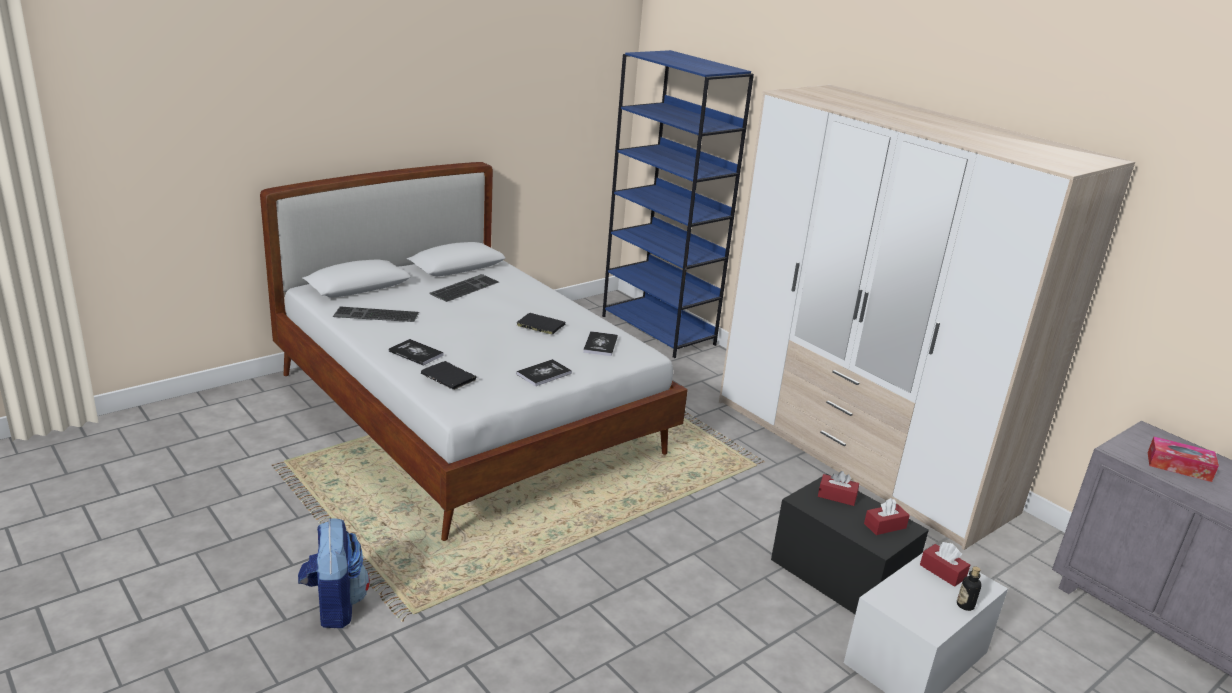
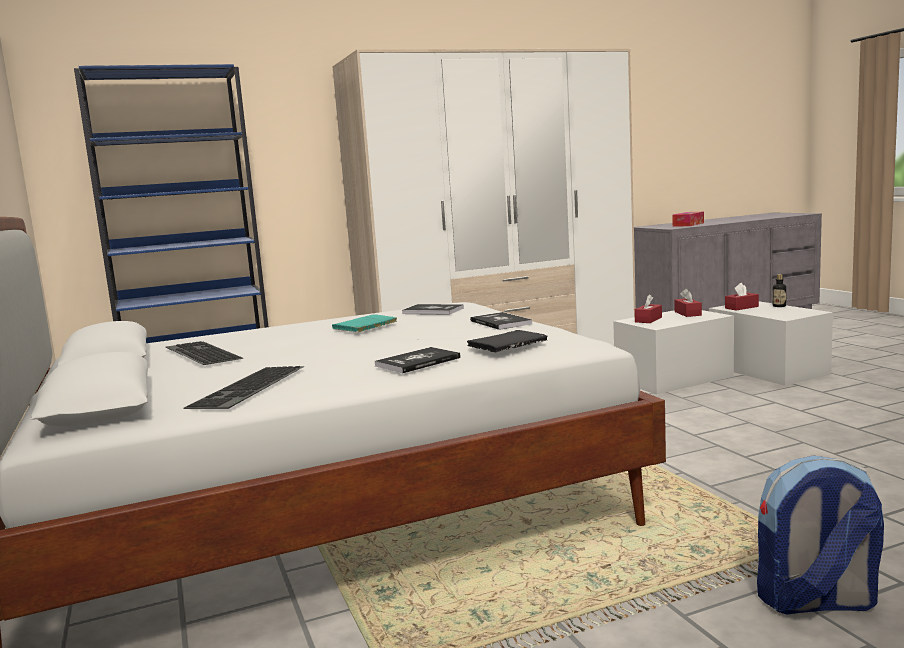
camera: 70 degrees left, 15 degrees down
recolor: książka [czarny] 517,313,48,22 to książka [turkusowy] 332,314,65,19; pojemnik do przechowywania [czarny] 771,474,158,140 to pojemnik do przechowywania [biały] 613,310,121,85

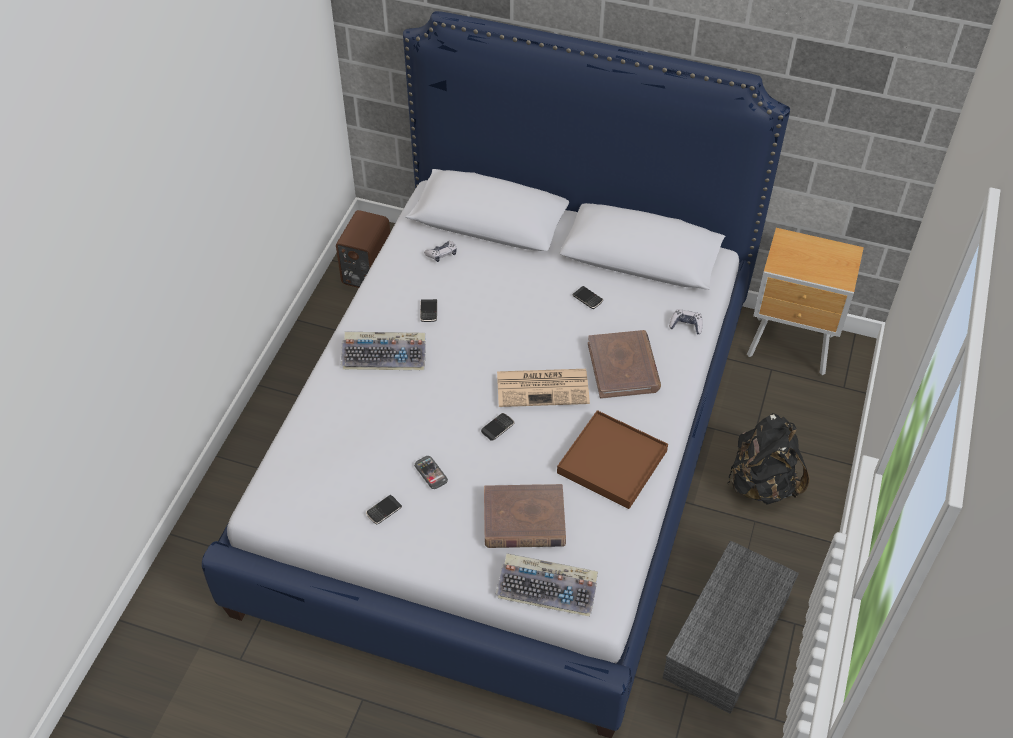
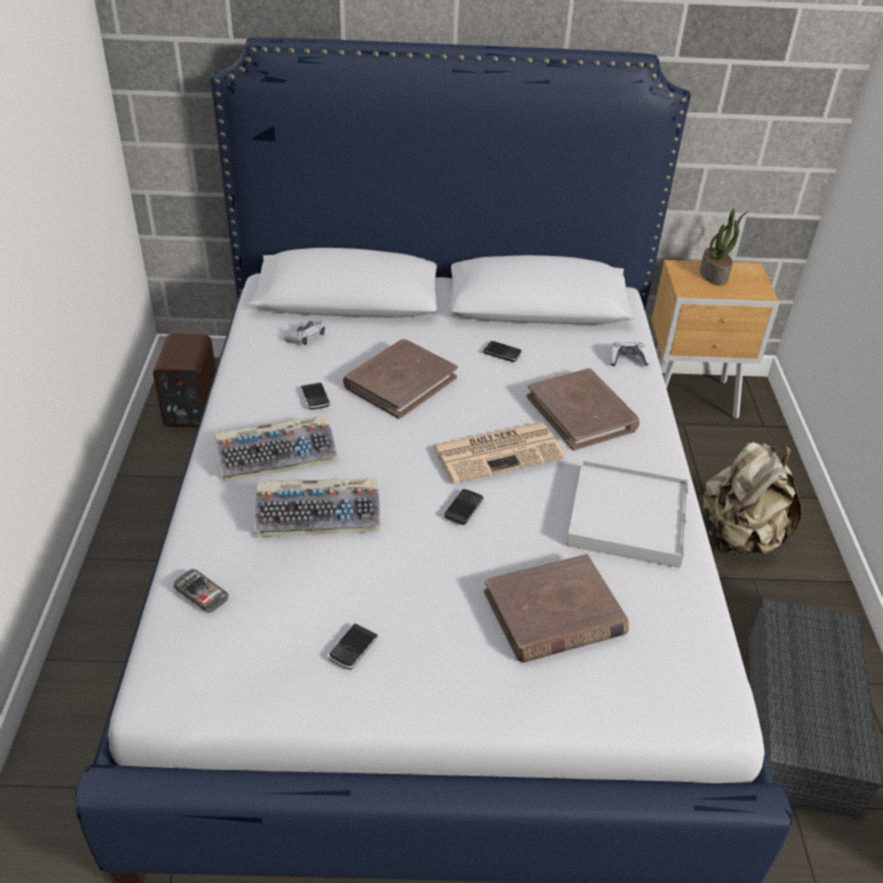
camera: 20 degrees left, 10 degrees down
insert: książka [brązowy] 343,339,115,80; roślina doniczkowa 700,208,49,78
move: telefon 414,456,34,33 to 173,569,56,43; klawiatura 496,553,102,64 to 254,478,126,59
recolor: taca [brązowy] 557,410,111,99 to taca [biały] 566,460,123,108; plecak [czarny] 728,413,82,92 to plecak [beżowy] 703,442,99,113

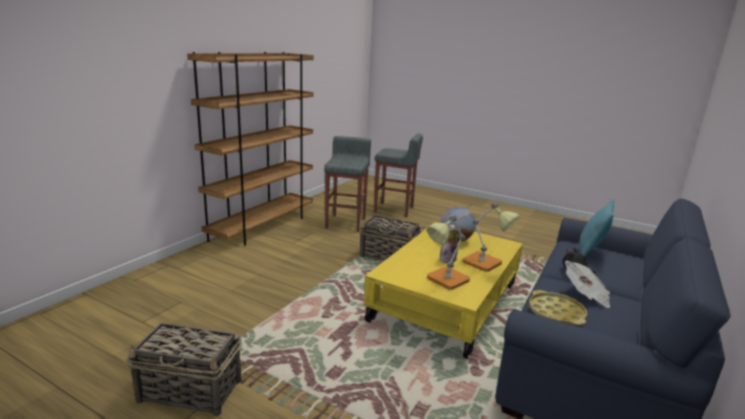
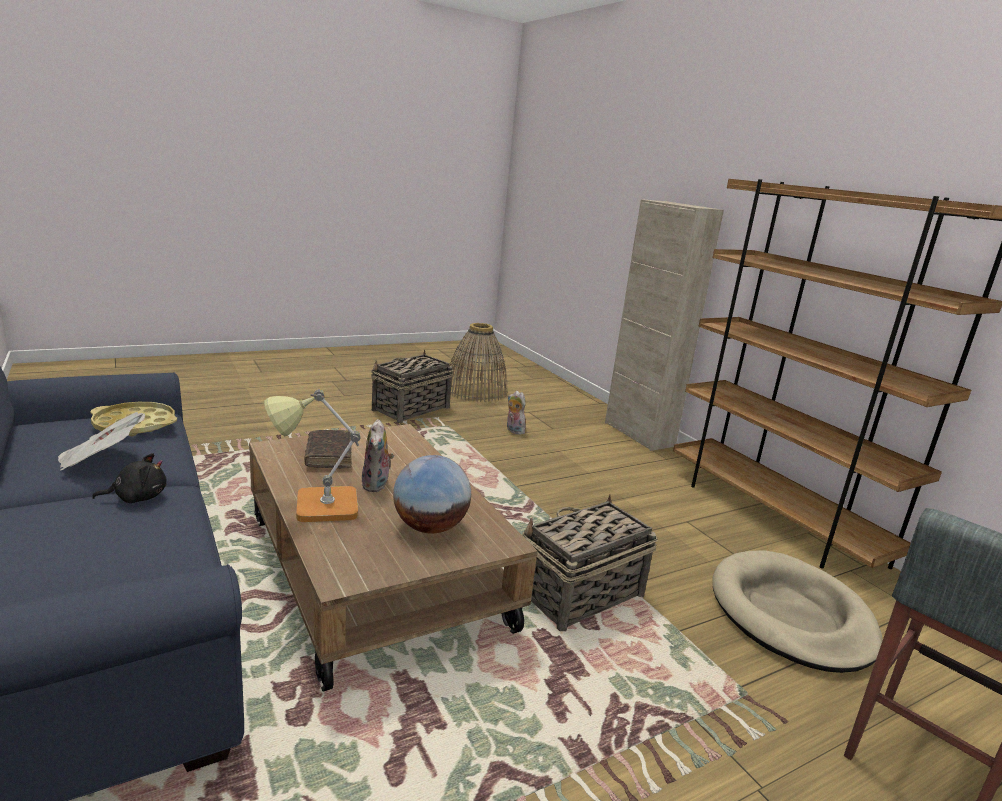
camera: 120 degrees right, 0 degrees up
delete: poduszka [turkusowy] 580,199,34,58
insert: koszyk 449,323,58,79; pluszak 507,391,19,44; szafka [beżowy] 605,199,119,252
replace: lampa stołowa 427,215,43,75 to książka [brązowy] 304,430,48,38; stołek [szary] 324,136,47,96 to legowisko [beżowy] 713,550,170,123
recolor: ława [żółty] 364,222,159,137 to ława [brązowy] 249,424,289,268

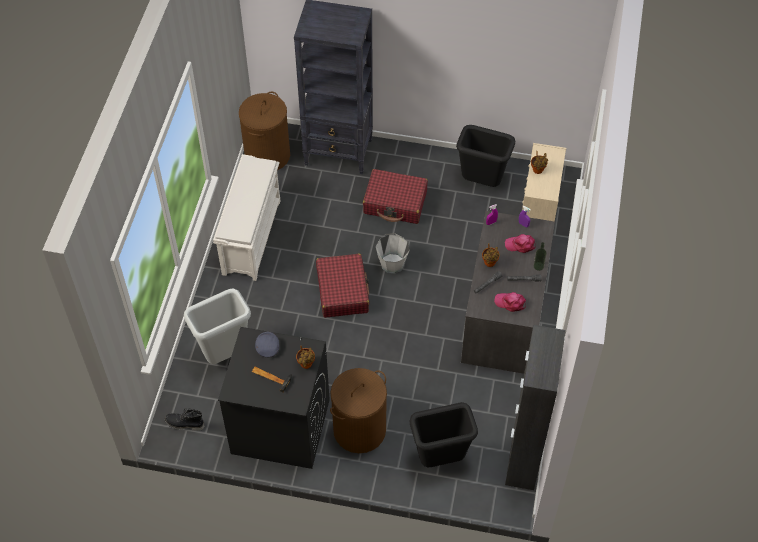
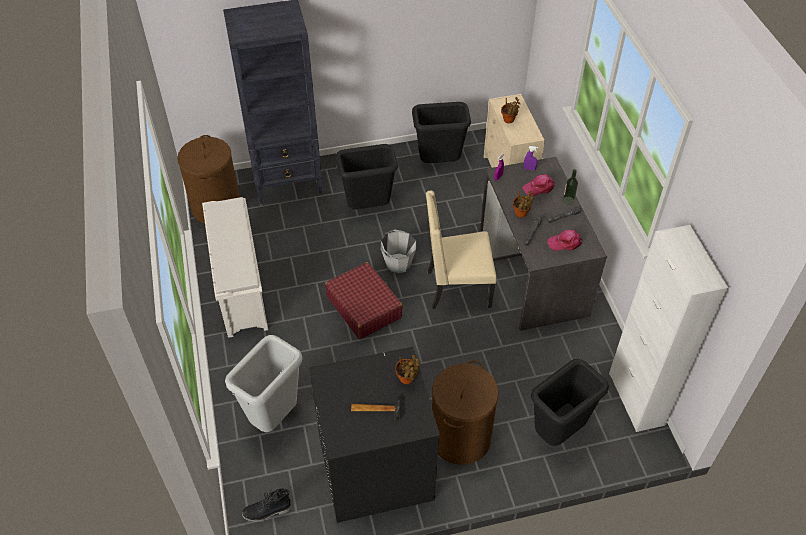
camera: 25 degrees left, 5 degrees down
delete: czapka z daszkiem [szary] 255,331,25,26
insert: krzesło [beżowy] 426,191,71,118
replace: walizka [czerwony] 363,169,65,55 to kosz na śmieci [czarny] 335,144,63,65
recolor: szafka [czarny] 505,325,61,165 to szafka [biały] 609,225,119,207

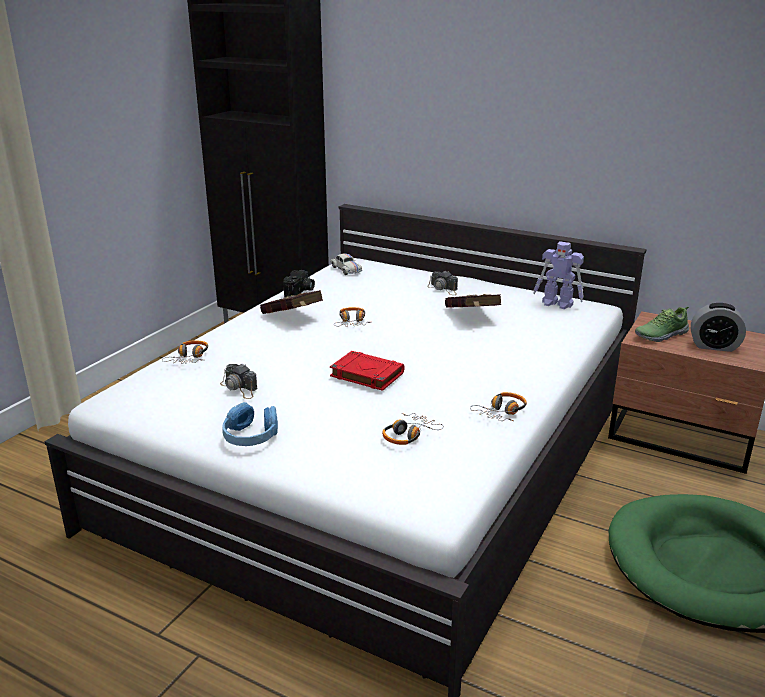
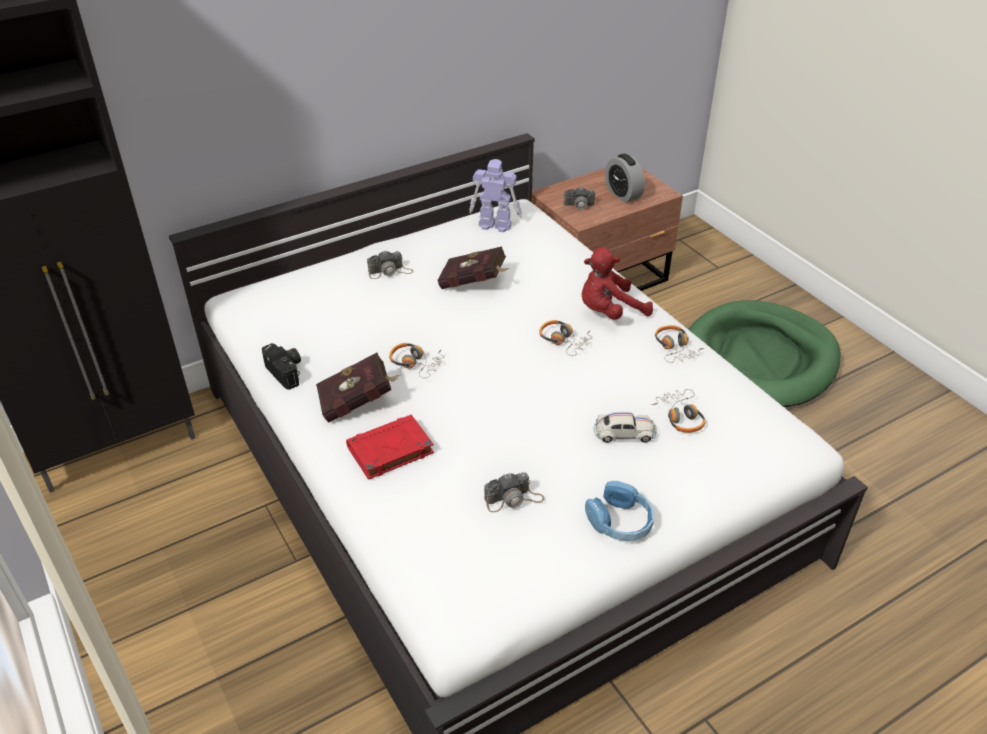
camera: 60 degrees left, 15 degrees up
insert: pluszak [czerwony] 581,247,72,73
move: książka [czerwony] 330,351,74,40 to 346,415,88,65; słuchawki 162,340,46,23 to 539,320,53,36; samochodzik [biały] 330,253,32,22 to 594,412,63,31
replace: but 635,307,54,35 to aparat fotograficzny 563,187,39,24
rotate: robot zabawkowy 533,241,51,68 = 469,159,53,73 135 degrees counterclockwise; budzik 691,303,55,49 = 605,154,40,49 105 degrees clockwise

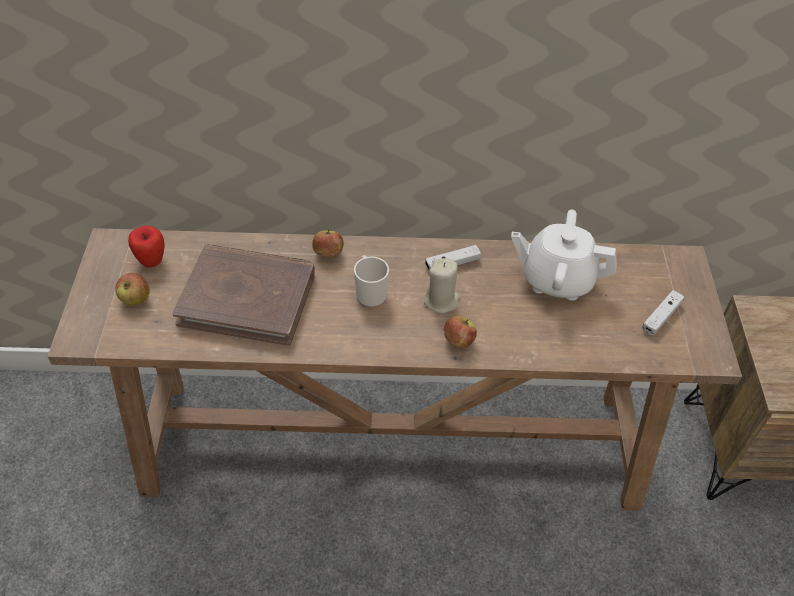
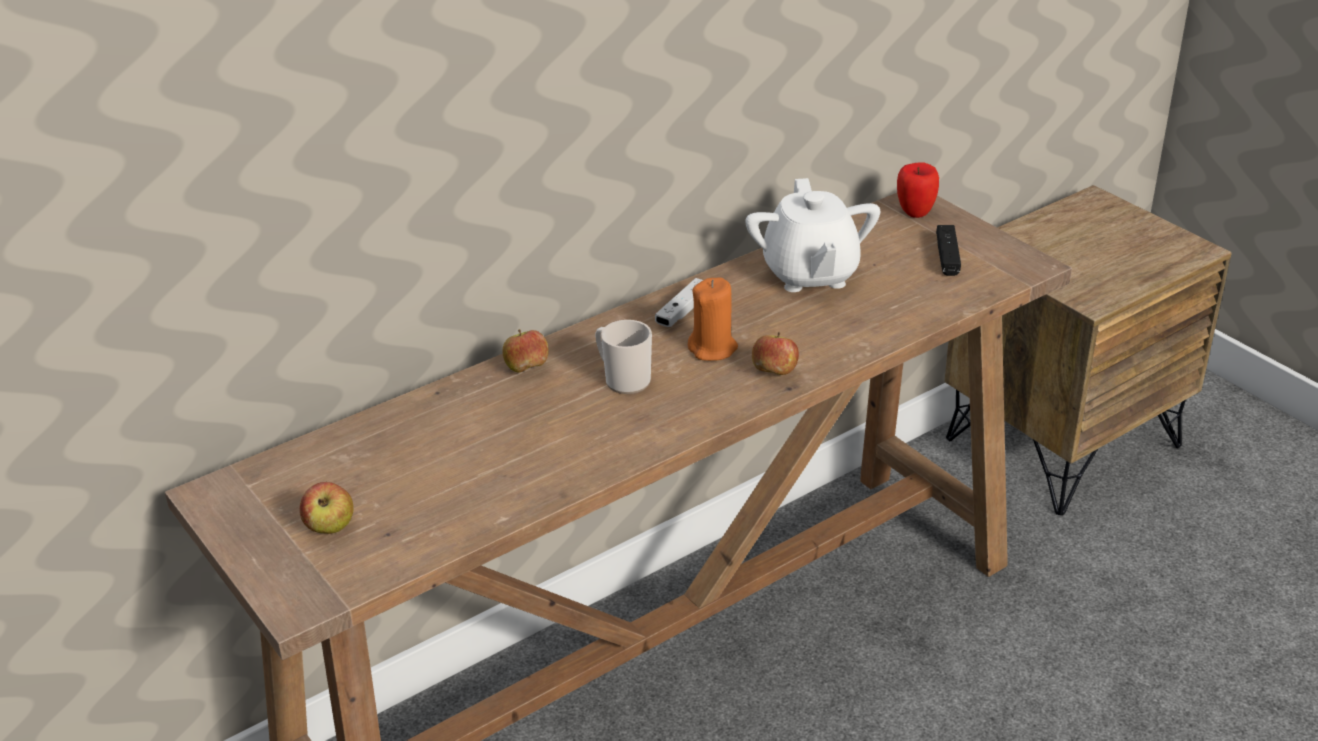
camera: 35 degrees left, 15 degrees down
delete: książka [brązowy] 172,244,143,102
move: jabłko 128,225,37,42 to 897,162,42,56
recolor: świeca [beżowy] 424,258,35,55 to świeca [pomarańczowy] 688,277,50,84; pad do gier [biały] 642,290,42,46 to pad do gier [czarny] 936,225,25,51
rotate: imbryk [biały] 511,209,106,92 = 745,178,135,114 75 degrees counterclockwise

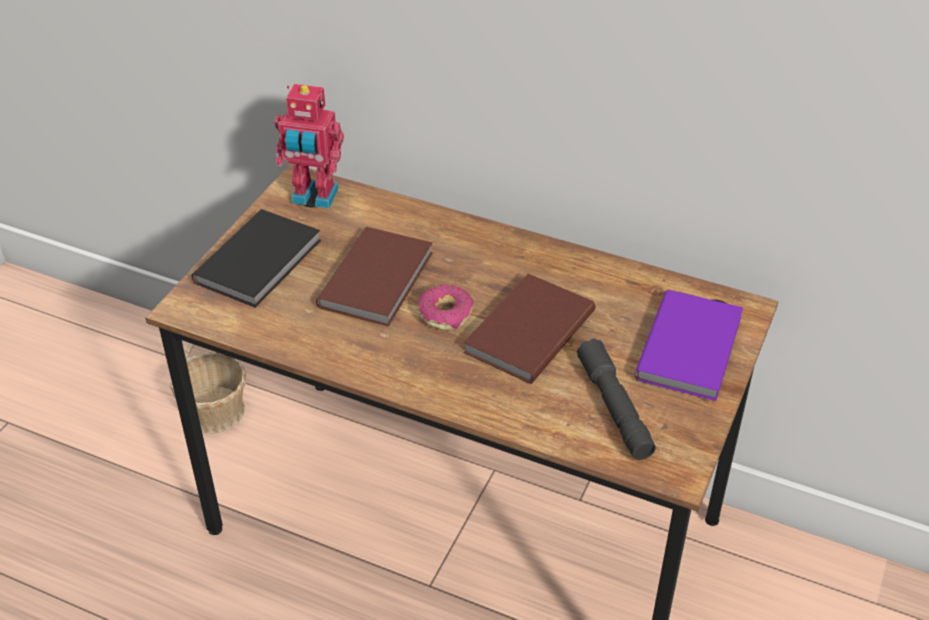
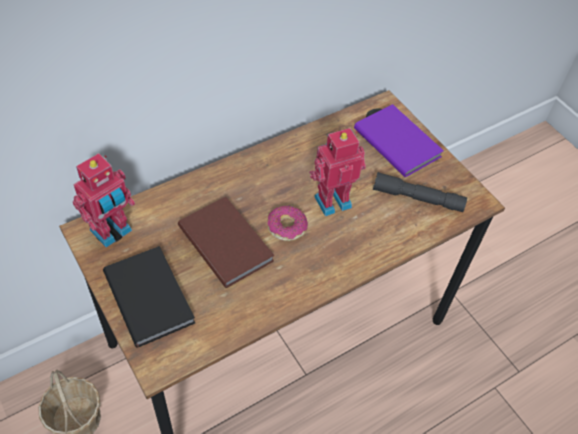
camera: 60 degrees left, 10 degrees up
replace: książka [brązowy] 463,274,132,110 to robot zabawkowy 309,128,57,88

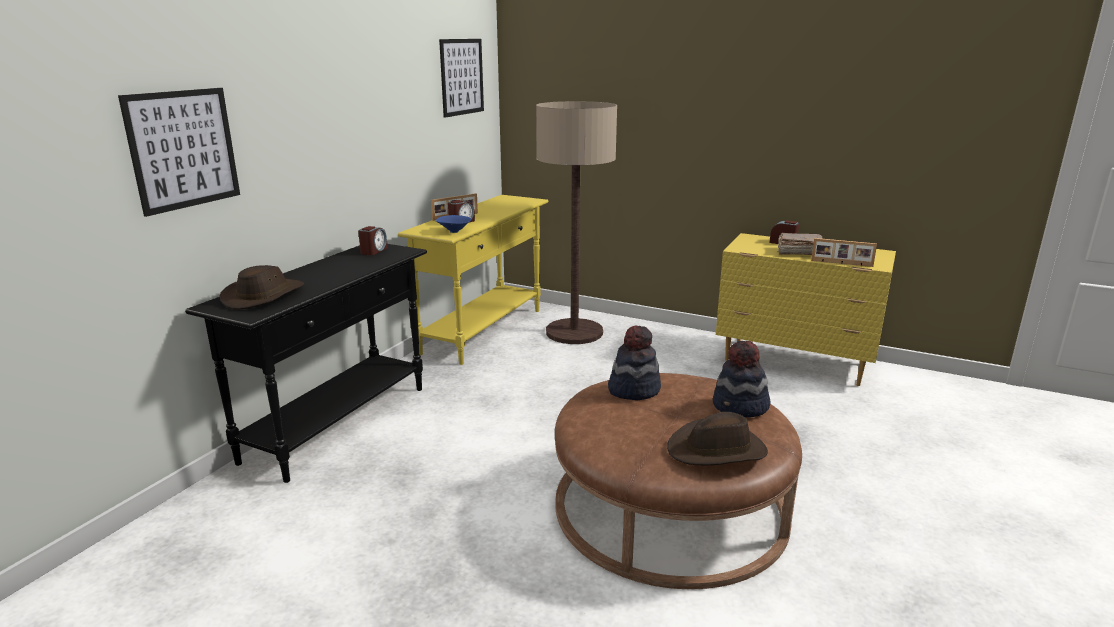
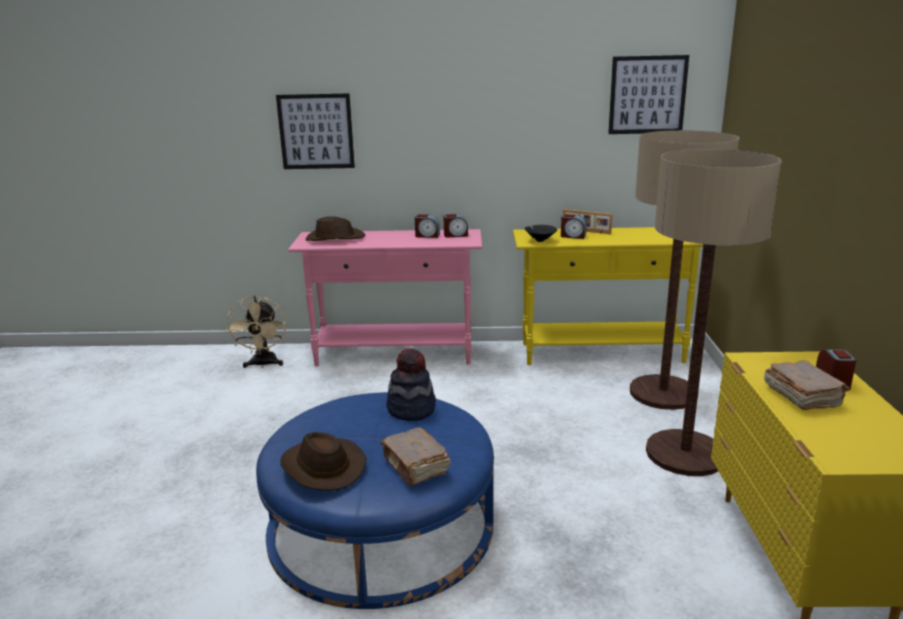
camera: 65 degrees right, 0 degrees up
delete: ramka na zdjęcie 811,238,66,29
insert: wentylator [beżowy] 226,296,60,72; budzik 415,214,25,24; lampa stojąca 646,149,136,327
replace: kapelusz 713,341,57,77 to książka [brązowy] 380,427,70,59
recolor: pufa [brązowy] 555,373,247,216 to pufa [niebieski] 256,392,238,217; stolik konsolowy [czarny] 185,244,242,239 to stolik konsolowy [różowy] 288,229,194,137; miska [niebieski] 435,215,36,18 to miska [czarny] 525,225,32,17

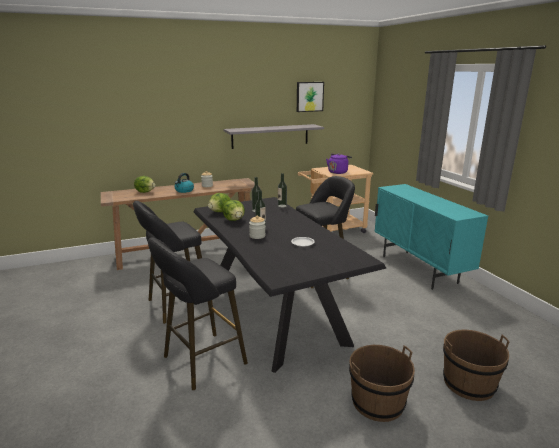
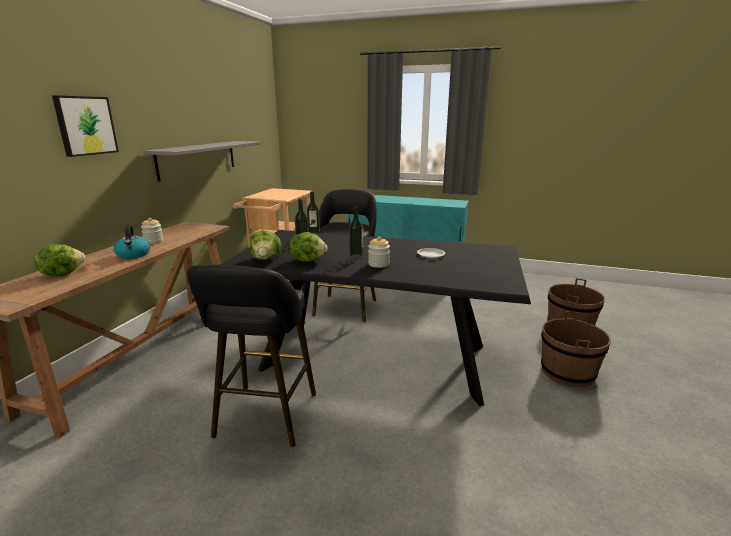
camera: 50 degrees left, 0 degrees up
delete: stołek [czarny] 148,238,100,152; czajnik [fioletowy] 326,153,26,21
move: obraz 297,82,27,30 to 52,95,67,62

